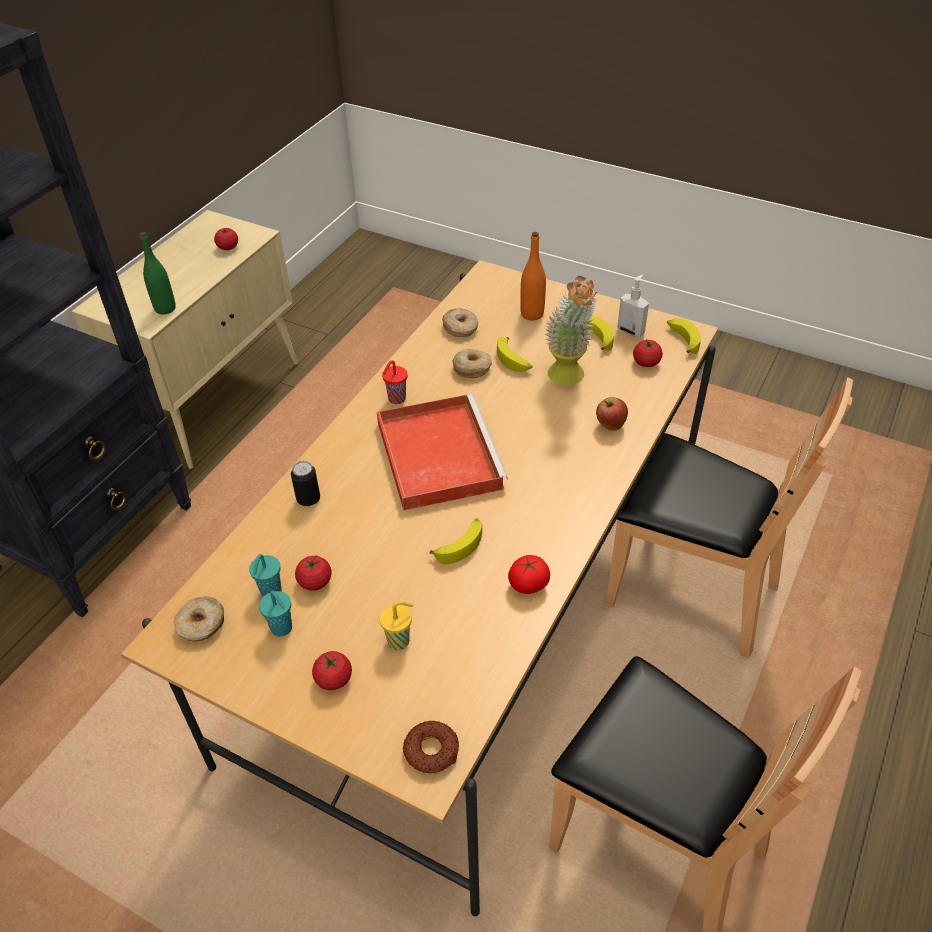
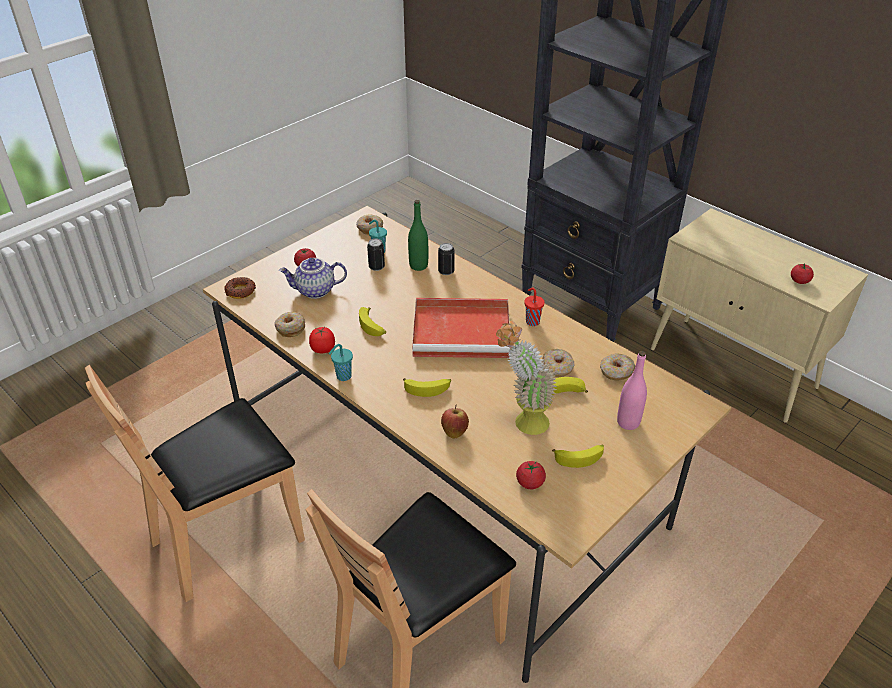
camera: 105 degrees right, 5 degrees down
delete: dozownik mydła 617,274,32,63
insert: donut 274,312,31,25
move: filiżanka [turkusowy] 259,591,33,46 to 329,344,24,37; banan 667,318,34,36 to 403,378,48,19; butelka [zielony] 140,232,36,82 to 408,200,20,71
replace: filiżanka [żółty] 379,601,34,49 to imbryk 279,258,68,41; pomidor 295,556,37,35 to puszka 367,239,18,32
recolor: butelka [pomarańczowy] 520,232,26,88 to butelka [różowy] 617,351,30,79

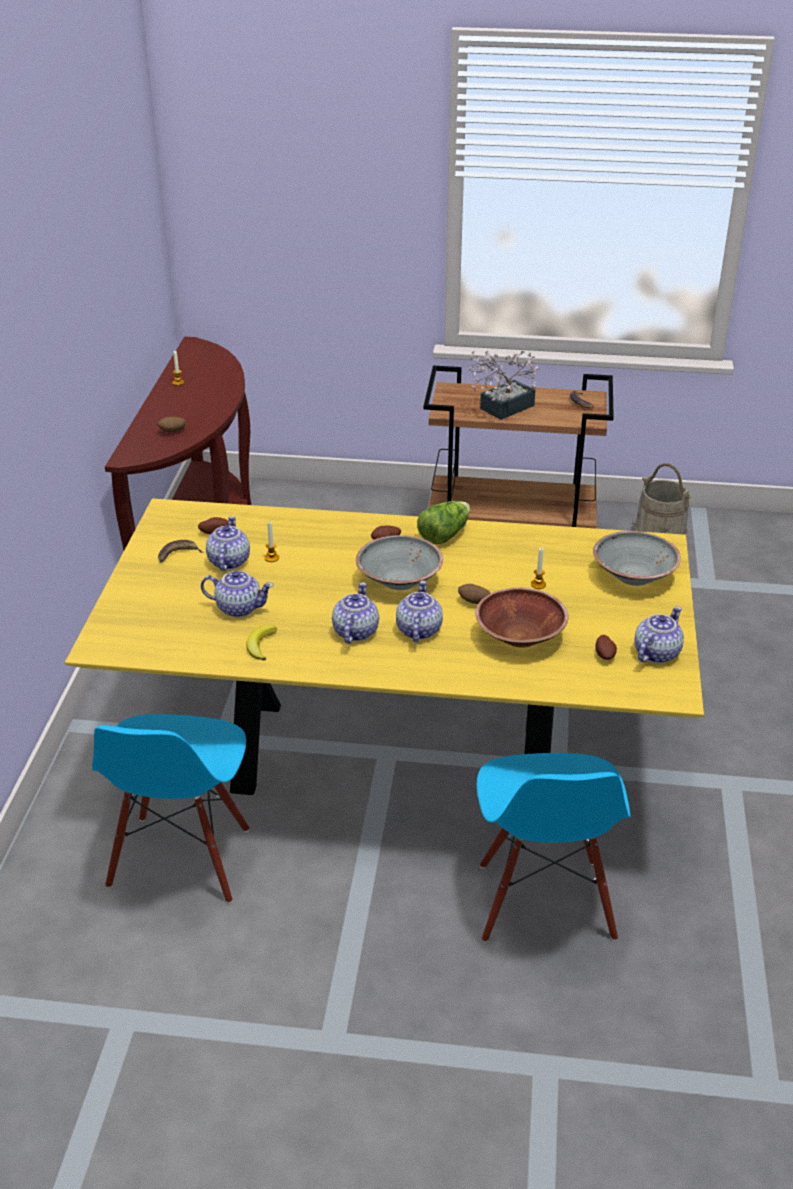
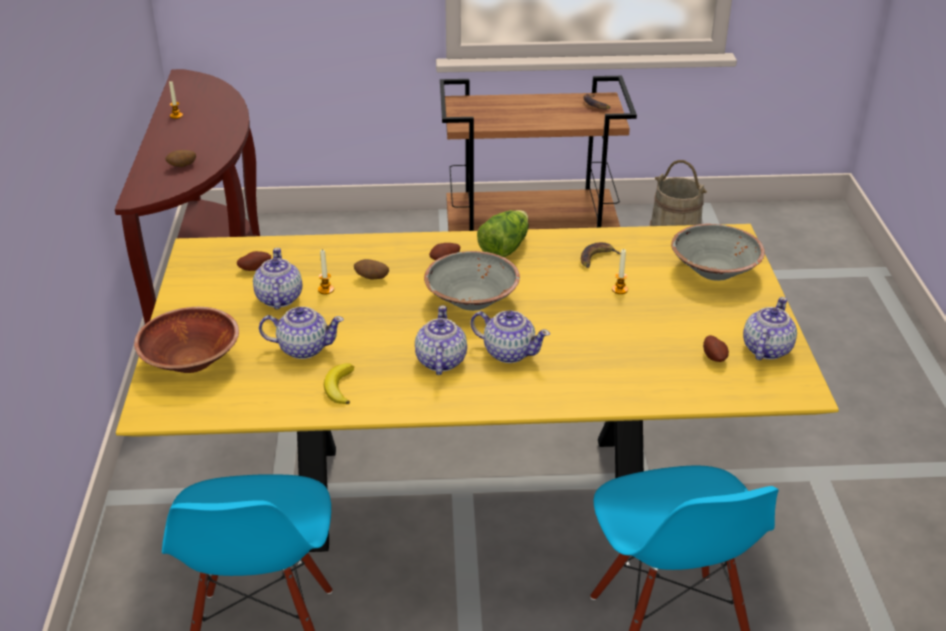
camera: 10 degrees left, 0 degrees up
delete: roślina doniczkowa 468,350,70,70
move: miska [brązowy] 475,588,94,59 to 134,307,105,66; ziemniak 458,584,33,20 to 354,259,35,20; banan 158,540,46,22 to 581,242,40,26
rotate: imbryk 396,581,47,61 = 471,311,79,52 120 degrees clockwise

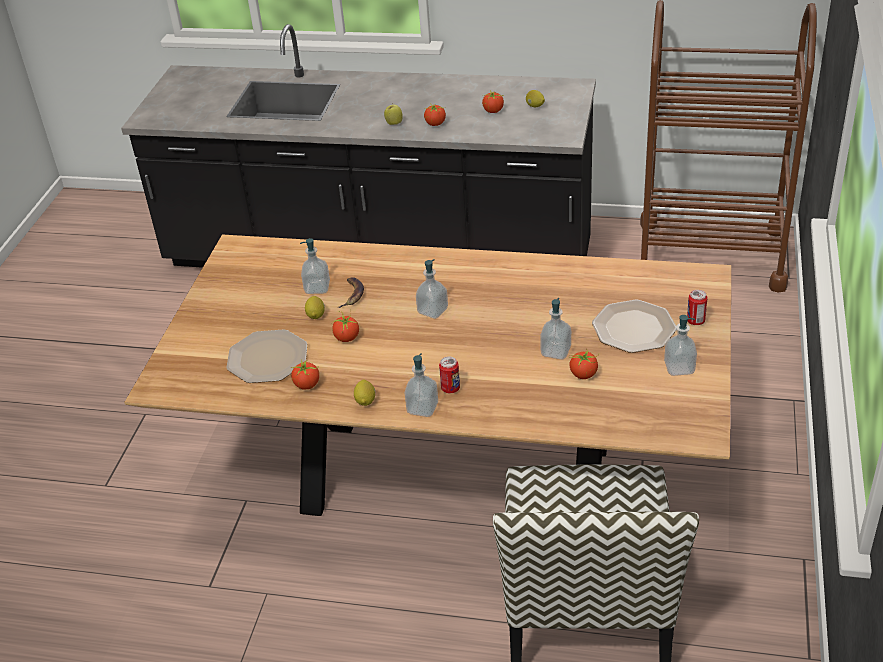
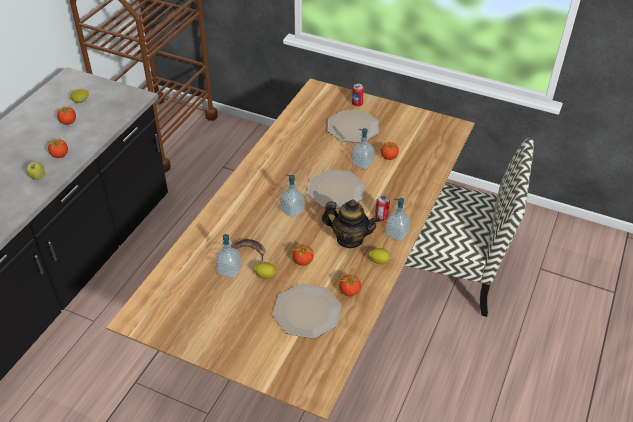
camera: 80 degrees left, 5 degrees up
delete: dozownik mydła 664,315,33,61
insert: talerz 307,170,58,39; imbryk 322,199,58,49

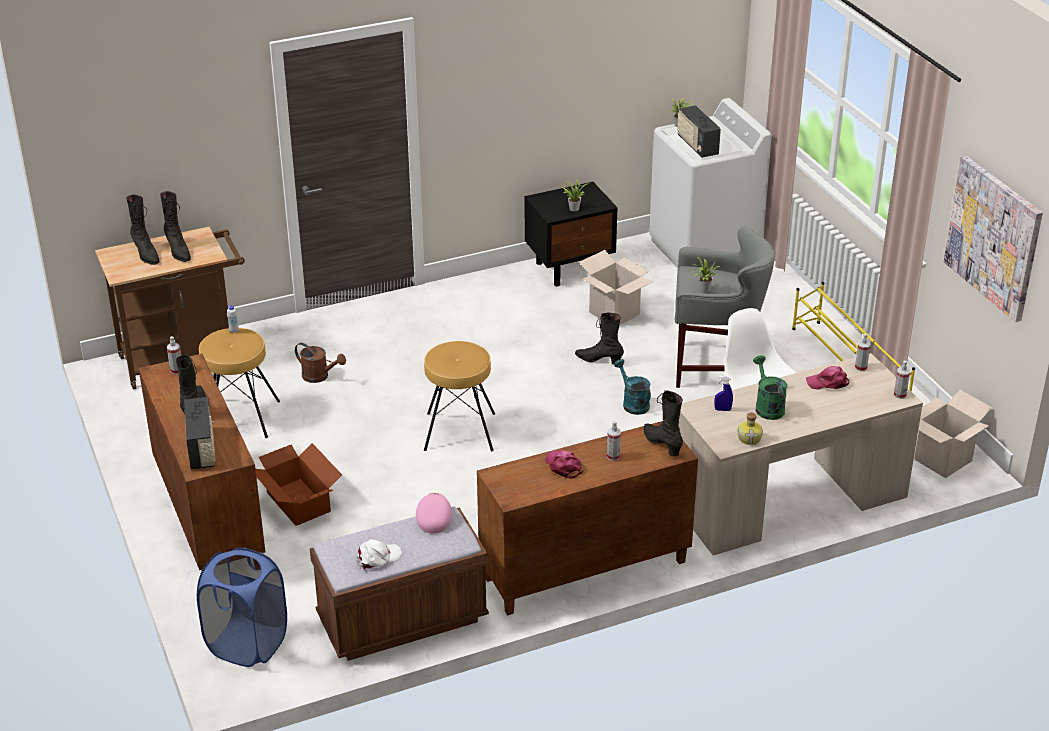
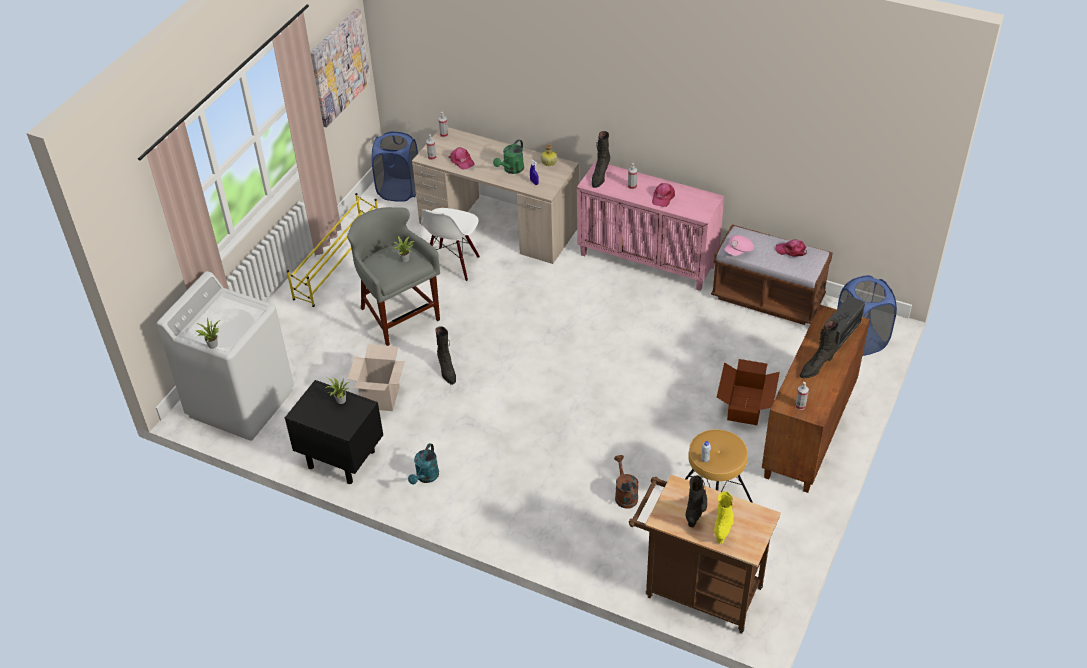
camera: 130 degrees left, 10 degrees up
delete: stołek [brązowy] 424,341,71,110; radio 677,105,44,53
move: konewka [turkusowy] 614,359,37,56 to 408,443,31,41
replace: karton 914,390,78,88 to kosz na pranie [niebieski] 372,131,46,71
recolor: szafka [brązowy] 477,421,221,195 to szafka [różowy] 577,161,147,130; but z cholewką [czarny] 126,195,34,70 to but z cholewką [żółty] 714,491,20,53; czapka z daszkiem [biały] 356,539,46,31 to czapka z daszkiem [różowy] 775,239,32,18

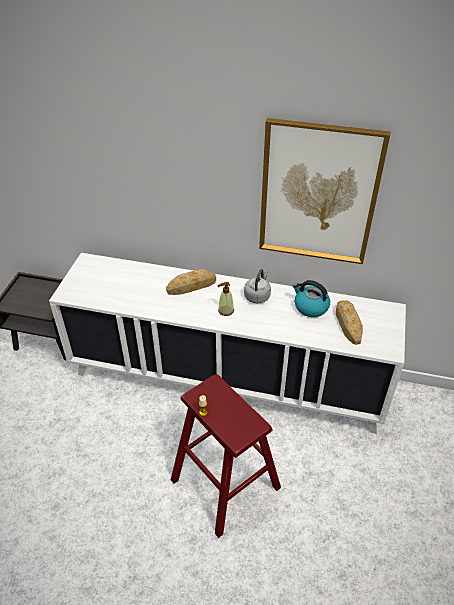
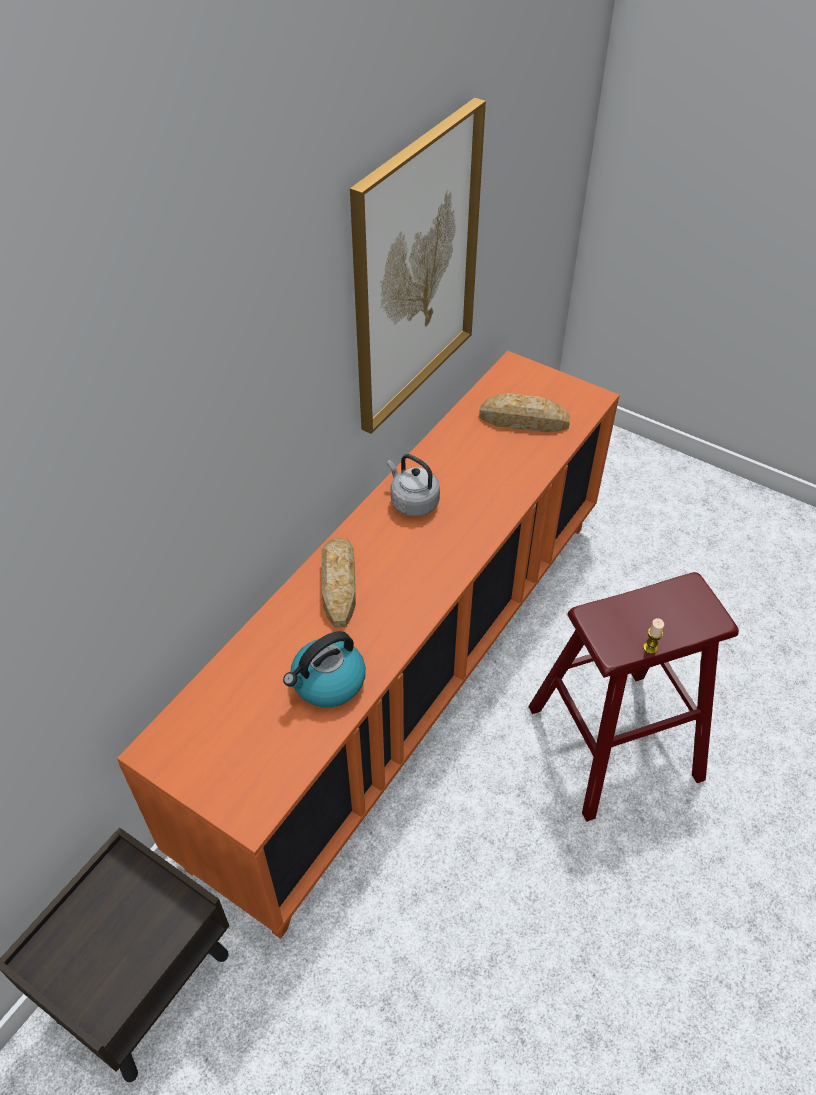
camera: 70 degrees left, 5 degrees up
delete: dozownik mydła 218,282,16,34
move: czajnik 293,280,37,37 to 283,631,83,76
recolor: szafka [biały] 49,253,357,181 to szafka [pomarańczowy] 117,351,503,588

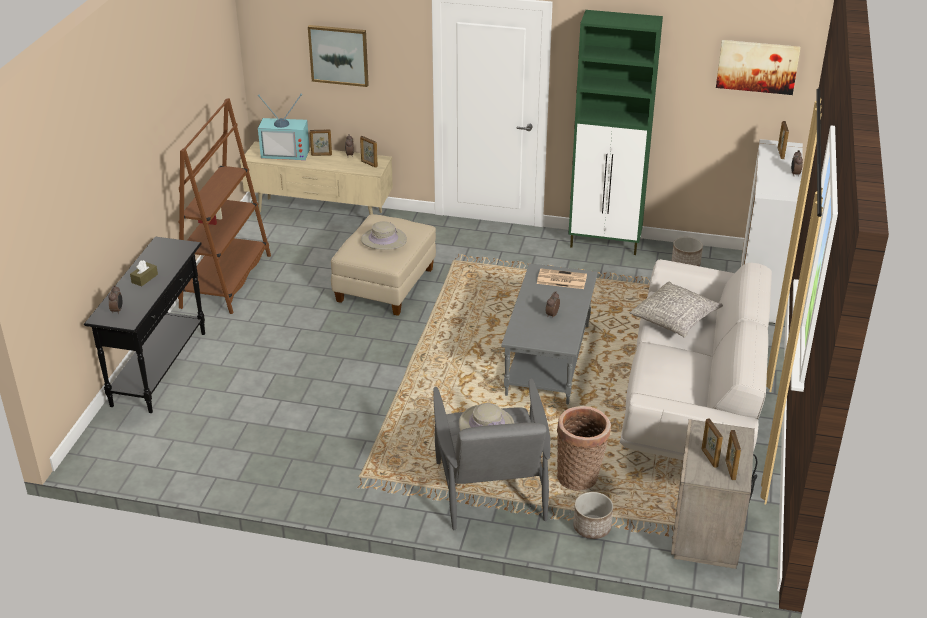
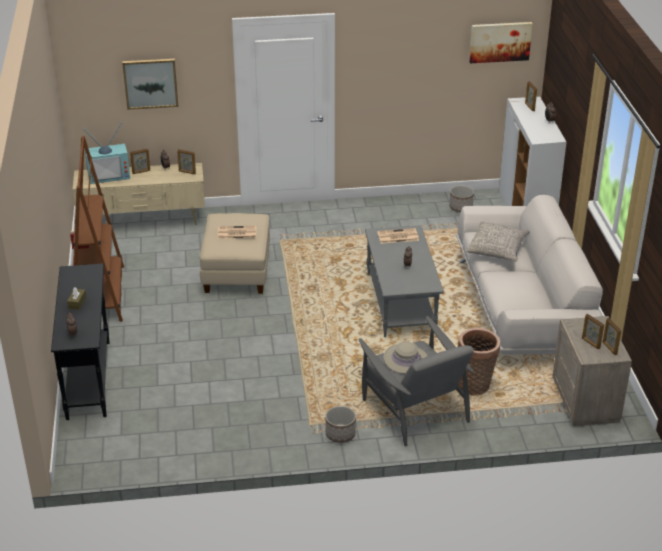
camera: 20 degrees left, 0 degrees up
delete: szafka [zielony] 568,10,95,245
move: donica 573,492,40,47 to 325,406,31,37
replace: kapelusz [beżowy] 361,221,46,29 to gazeta 218,226,38,13

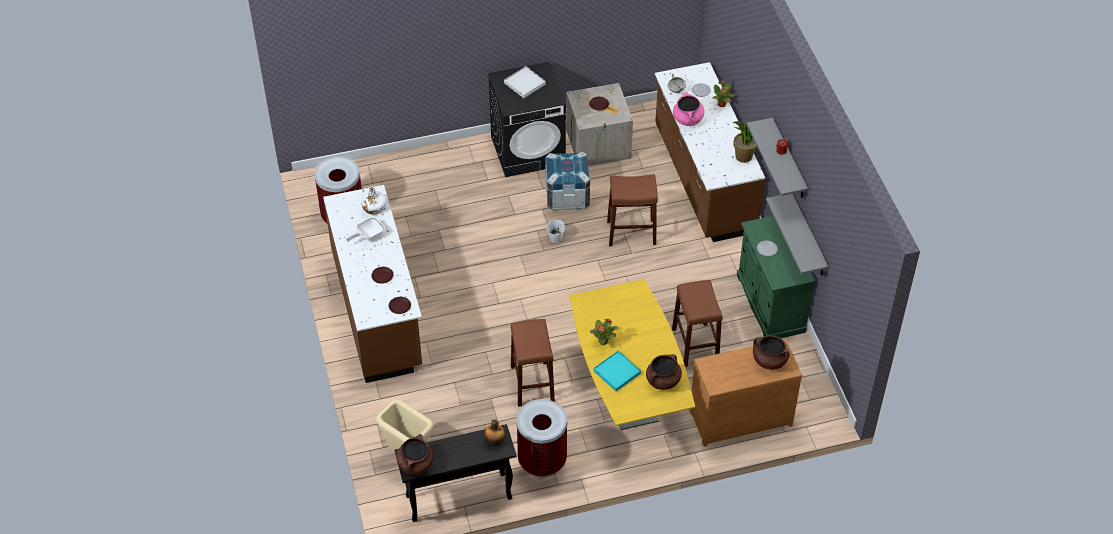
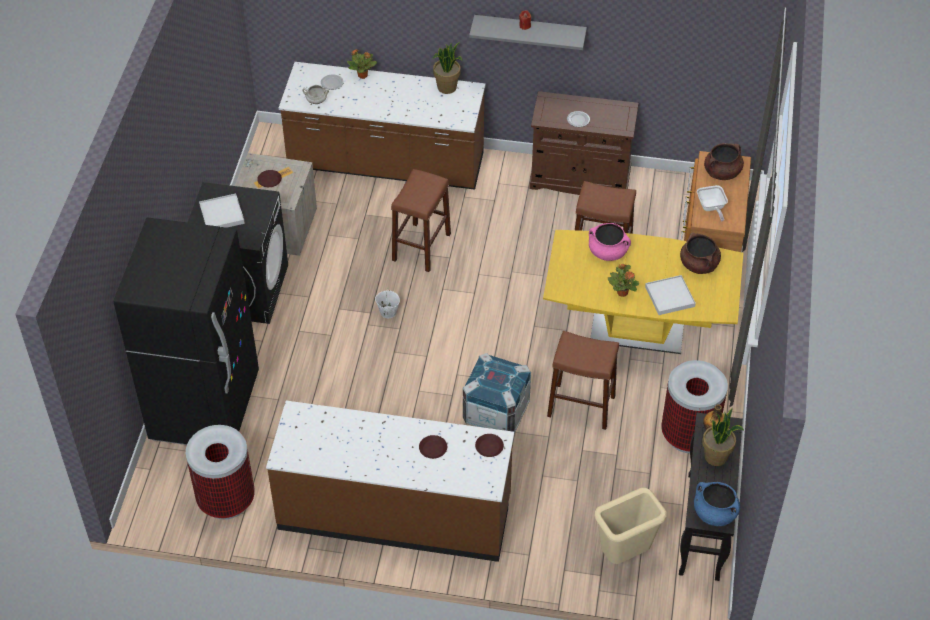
camera: 65 degrees left, 0 degrees up
delete: butelka [biały] 361,187,25,28; półka [szary] 766,194,62,82
insert: lodówka [czarny] 114,217,145,228; roślina doniczkowa 702,408,42,58
move: skrzynka 545,152,45,59 to 463,353,68,81; garnek [różowy] 673,92,31,34 to 589,223,42,38; patelnia 346,216,39,26 to 697,185,31,36
recolor: szafka [zielony] 737,216,79,122 to szafka [brązowy] 529,91,110,104; taca [turkusowy] 594,351,47,40 to taca [biały] 645,275,51,40; garnek [brązowy] 396,434,37,41 to garnek [niebieski] 694,482,46,44

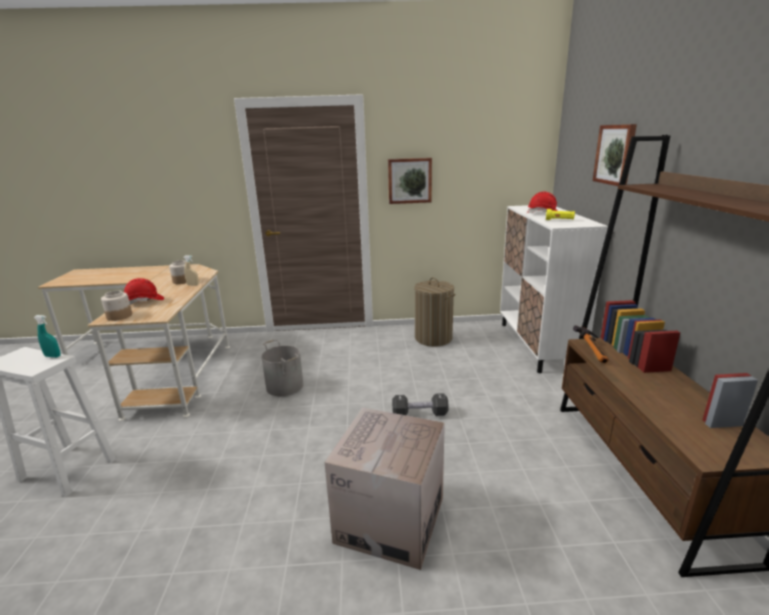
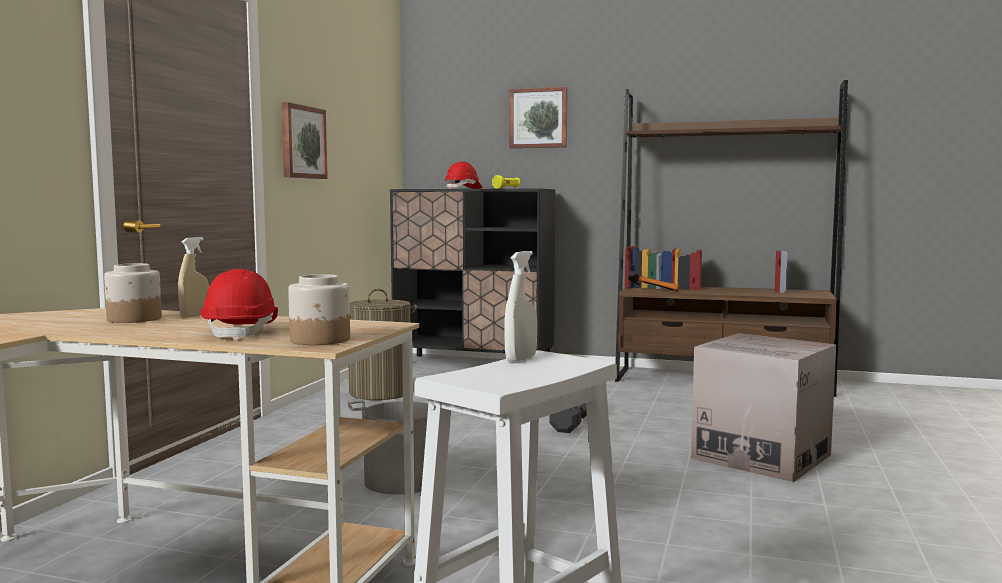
camera: 70 degrees left, 15 degrees down
recolor: szafka [biały] 500,205,108,168 to szafka [czarny] 390,189,166,168; spryskiwacz [turkusowy] 34,315,27,43 to spryskiwacz [biały] 504,251,33,111

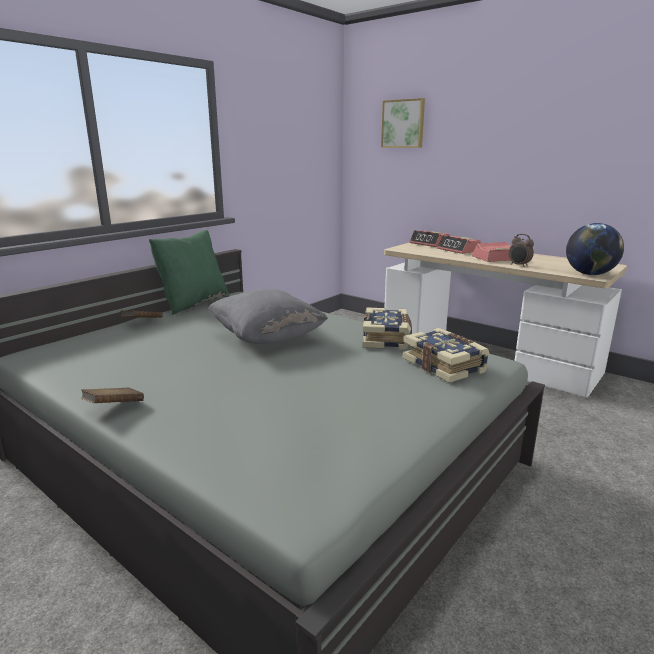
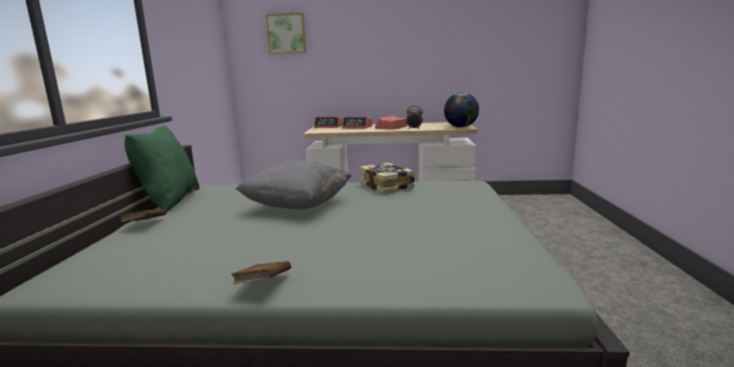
camera: 35 degrees left, 5 degrees down
delete: książka 403,328,87,55

